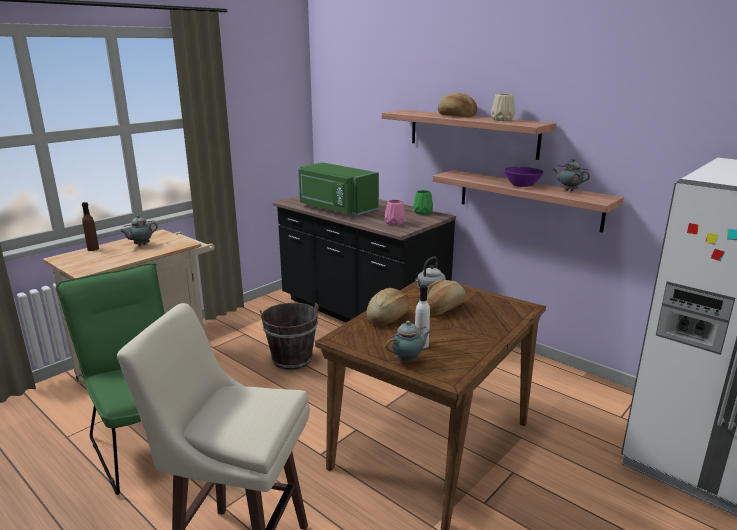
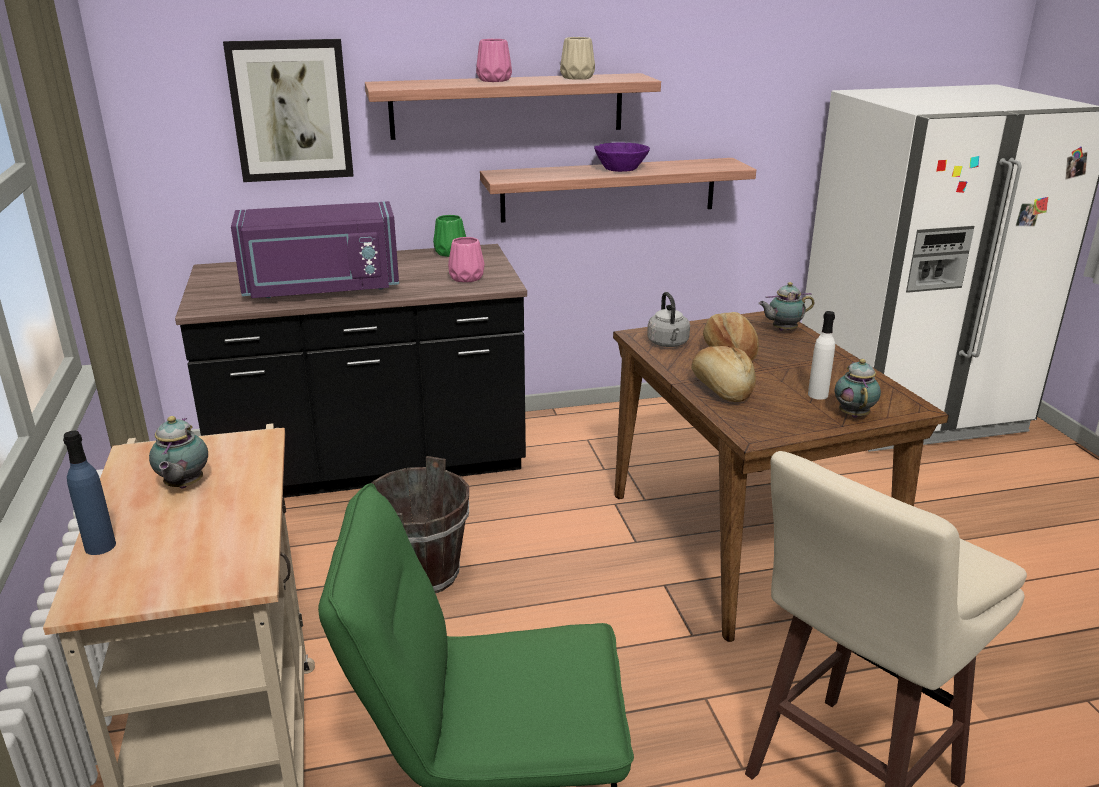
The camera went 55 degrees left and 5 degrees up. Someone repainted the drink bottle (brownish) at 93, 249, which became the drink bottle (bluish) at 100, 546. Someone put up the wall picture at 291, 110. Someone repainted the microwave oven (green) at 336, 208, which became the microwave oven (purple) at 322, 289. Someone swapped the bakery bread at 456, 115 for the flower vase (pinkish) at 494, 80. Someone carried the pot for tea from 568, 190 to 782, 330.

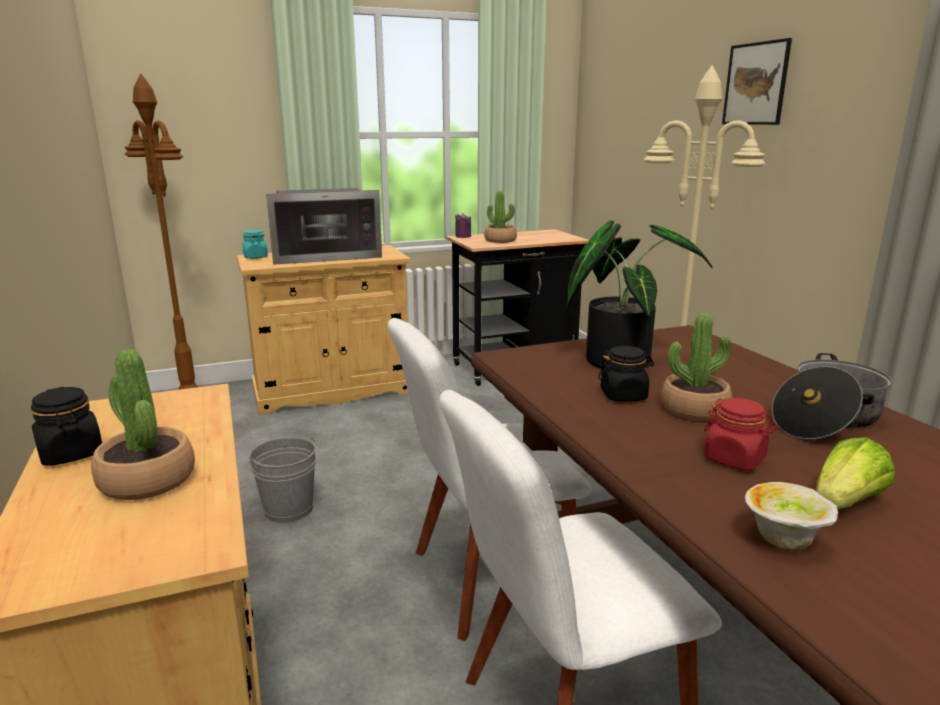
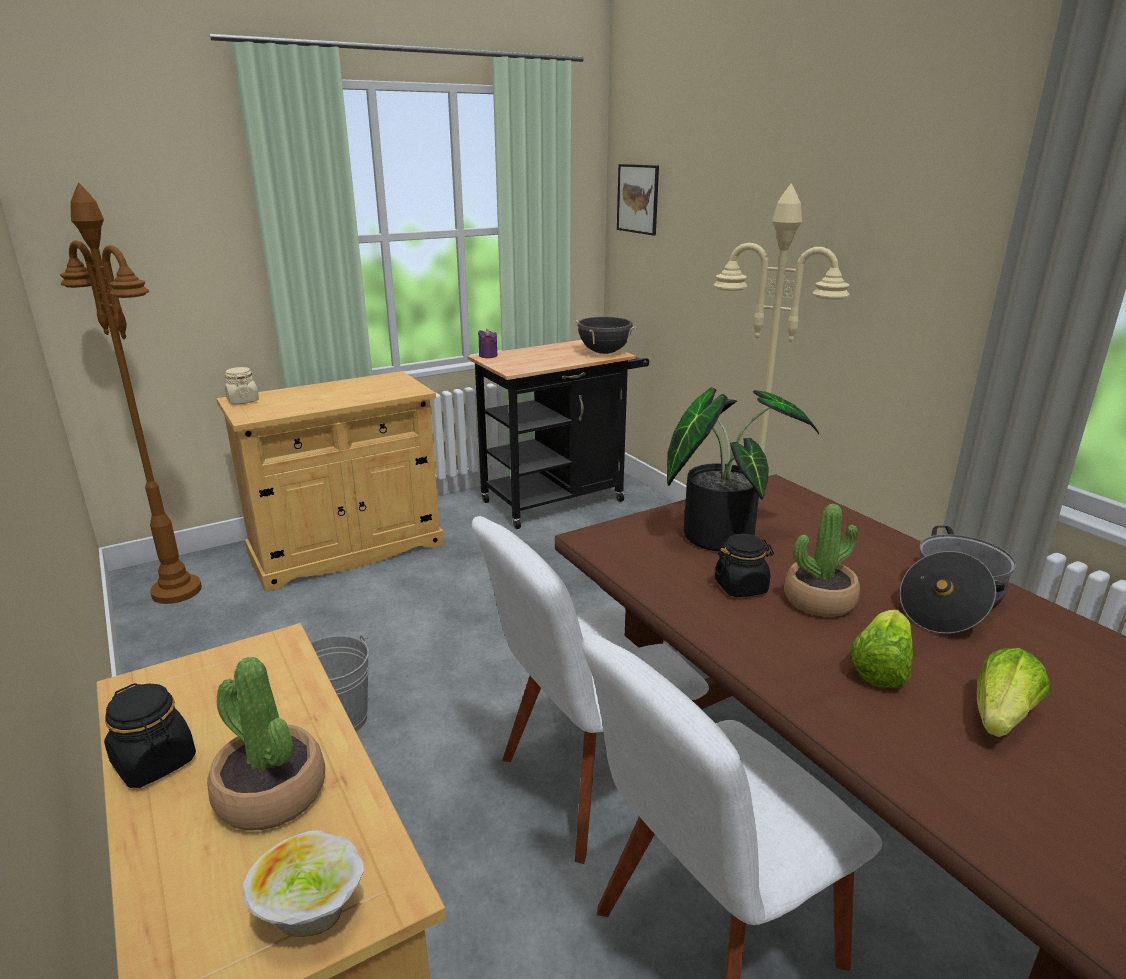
The camera went 10 degrees left and 5 degrees up. Someone repainted the jar (blue-green) at 255, 257, which became the jar (beige) at 243, 401. Someone carried the bowl from 784, 542 to 312, 917. Someone put down the saucepot (black) at 604, 352. Someone carried the wall picture from 756, 84 to 638, 199. Someone swapped the jar (red) at 735, 459 for the lettuce at 880, 667. Someone took away the microwave oven at 325, 255. Someone took away the plant in a pot at 500, 240.

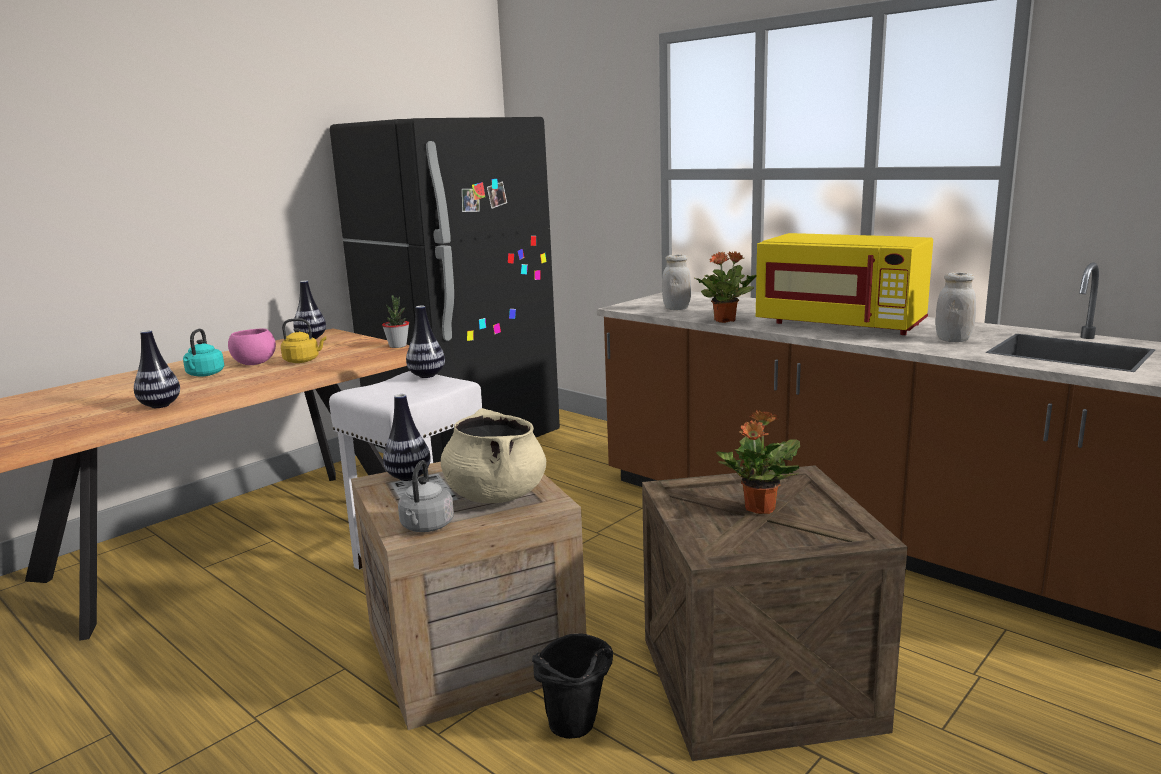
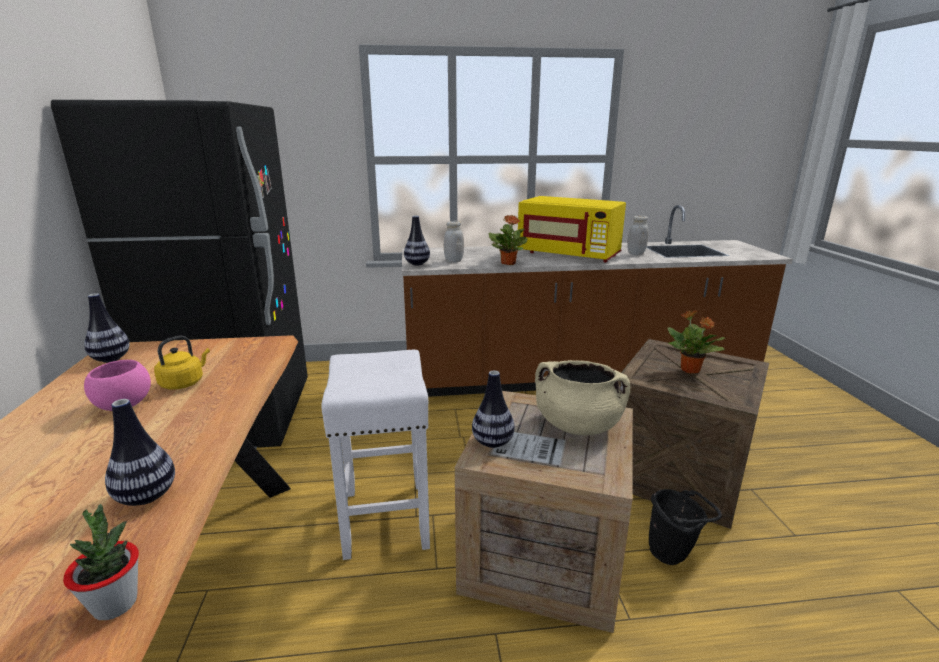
The camera went 50 degrees left and 5 degrees up. Someone carried the plant in a pot from 398, 346 to 115, 604. Someone carried the flower vase from 427, 375 to 417, 264. Someone rotated the microwave oven (yellow-coloured) at 841, 325 by 45 degrees clockwise. Someone took away the tea kettle (blue-green) at 204, 374. Someone took away the tea kettle (grey) at 426, 527.

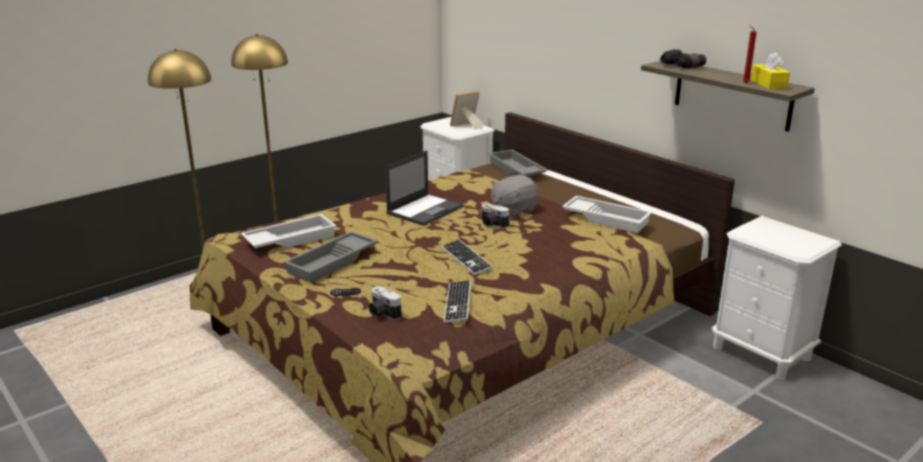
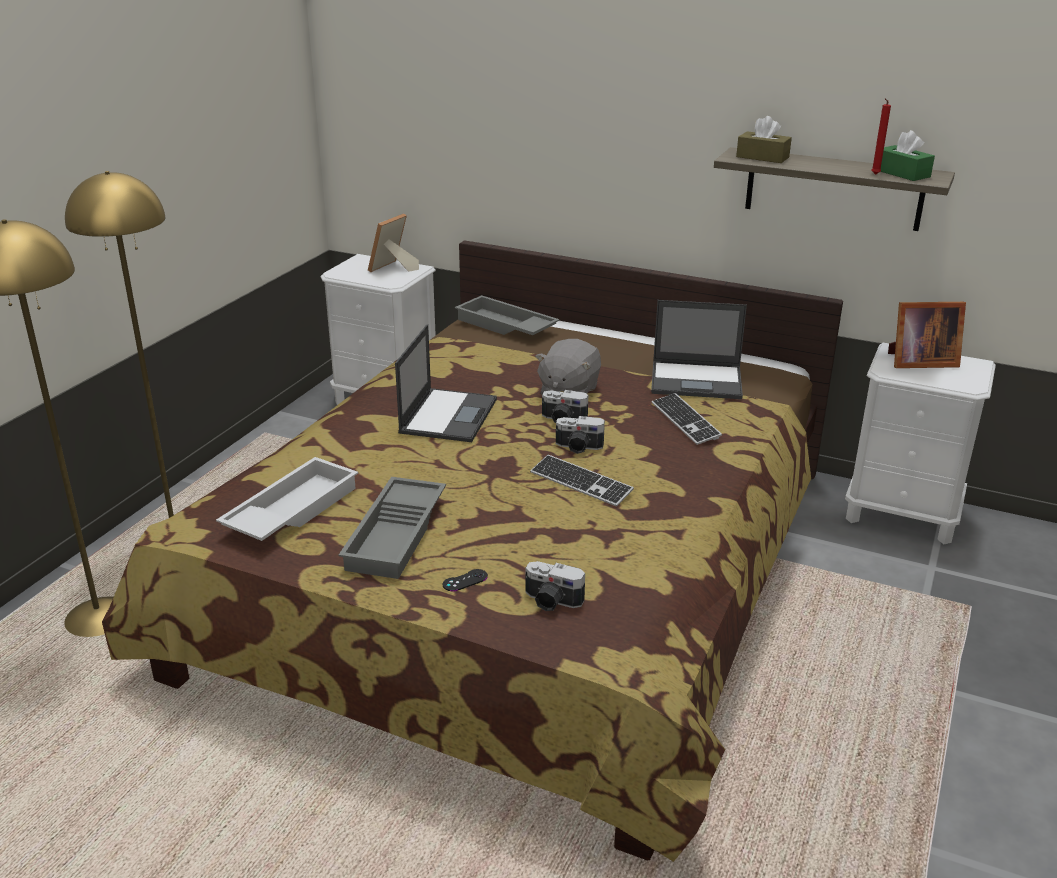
The camera went 25 degrees left and 5 degrees up. Someone put down the photo camera at 578, 447. Someone swapped the tray (white) at 607, 219 for the portable computer at 697, 380. Someone carried the keyboard from 458, 303 to 685, 421. Someone swapped the field glasses (black) at 679, 66 for the tissue holder (brownish) at 762, 157. Someone repainted the tissue holder (yellow-coloured) at 768, 84, which became the tissue holder (green) at 902, 173. Someone put down the standing frame at 918, 362.

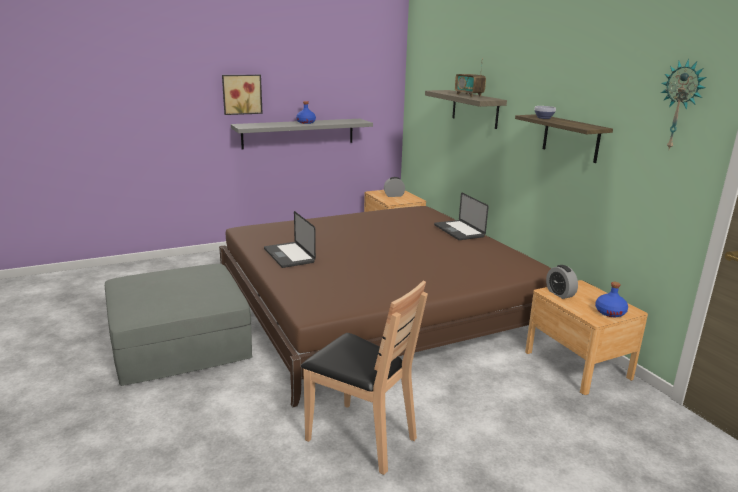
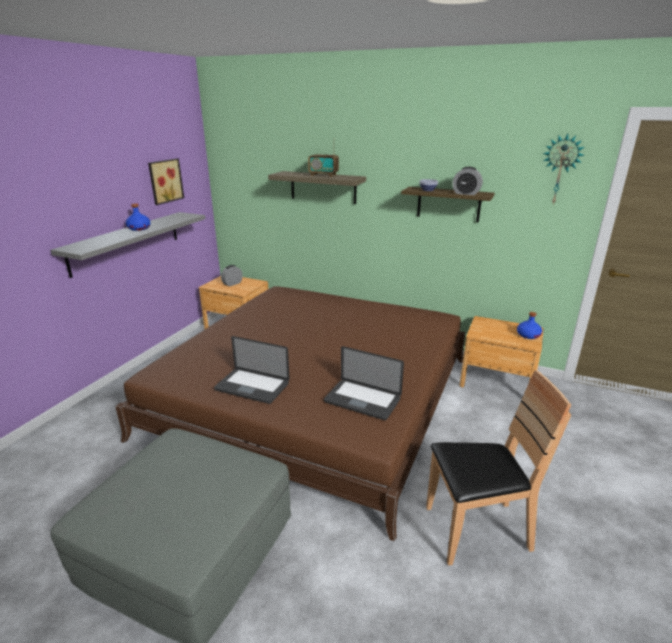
The camera went 40 degrees left and 5 degrees up. Someone carried the wall picture from 241, 94 to 164, 181. Someone carried the portable computer from 459, 231 to 362, 400. Someone carried the table clock from 560, 294 to 466, 193.

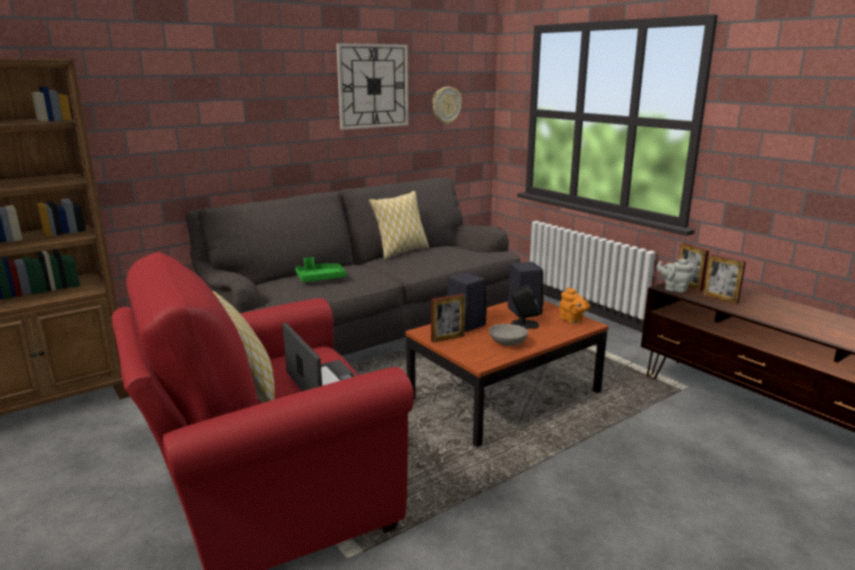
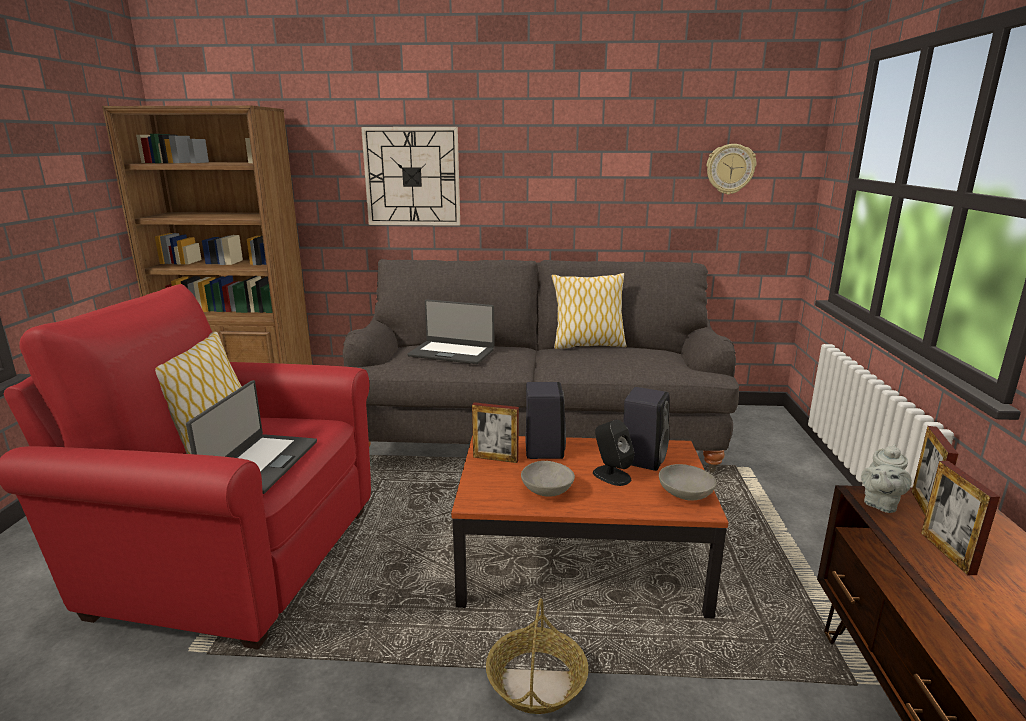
The camera went 40 degrees right and 0 degrees up. Someone carried the clock on the wall from 373, 86 to 412, 177. Someone swapped the tray (green) at 320, 278 for the portable computer at 452, 352. Someone put down the basket at 537, 681. Someone swapped the pot for tea (orange) at 572, 320 for the bowl (grey) at 685, 494. Someone rotated the pot for tea (grey) at 674, 289 by 120 degrees counterclockwise.

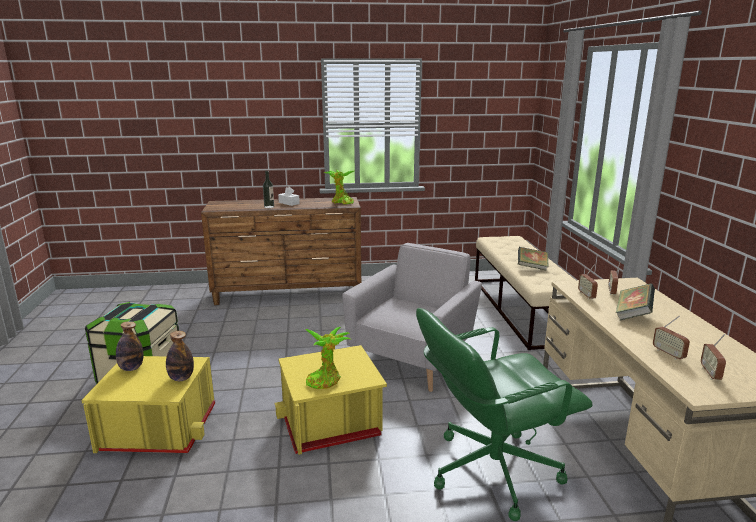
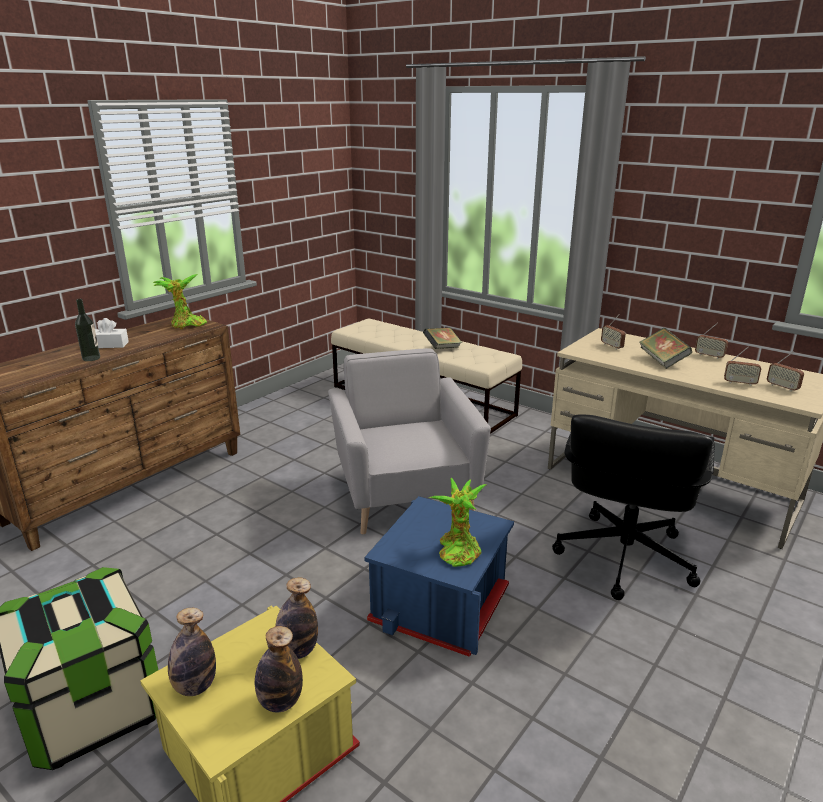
The camera went 45 degrees left and 5 degrees up. Someone put down the drink bottle at 280, 702. Someone repainted the storage box (yellow-coloured) at 331, 422, which became the storage box (bluish) at 442, 603. Someone repainted the desk chair (green) at 492, 470, which became the desk chair (black) at 622, 557. Someone carried the radio receiver from 586, 295 to 709, 356.

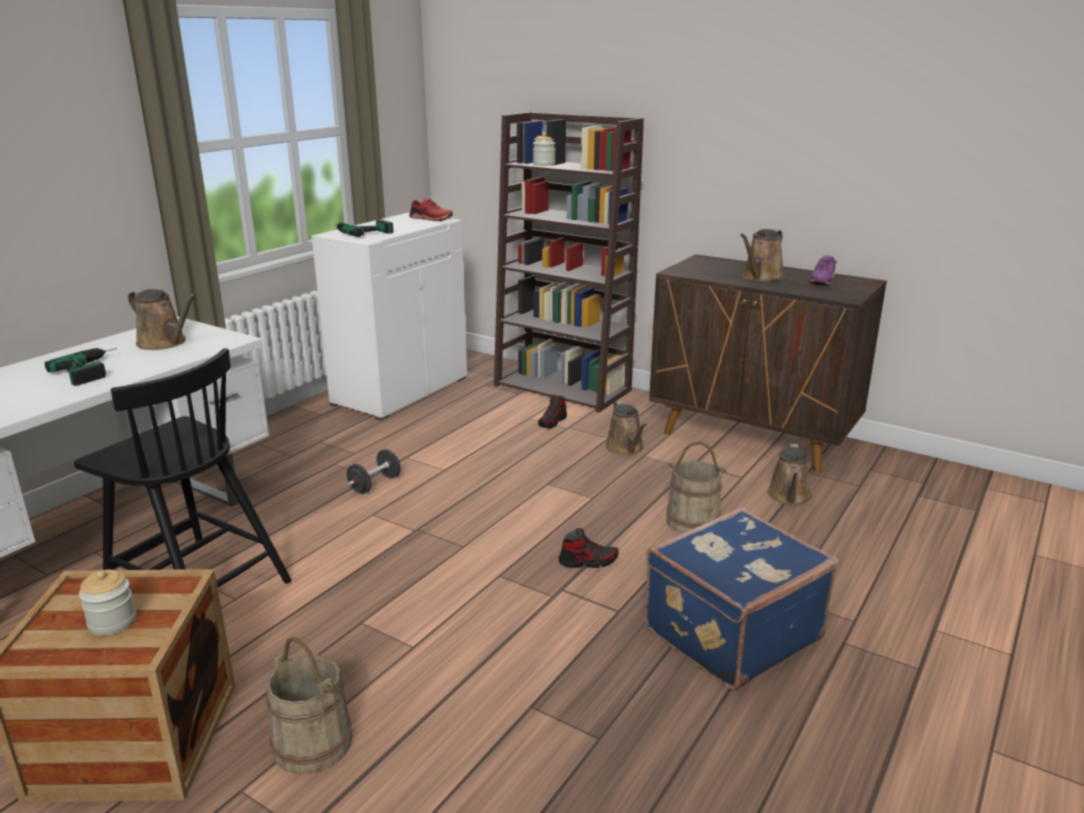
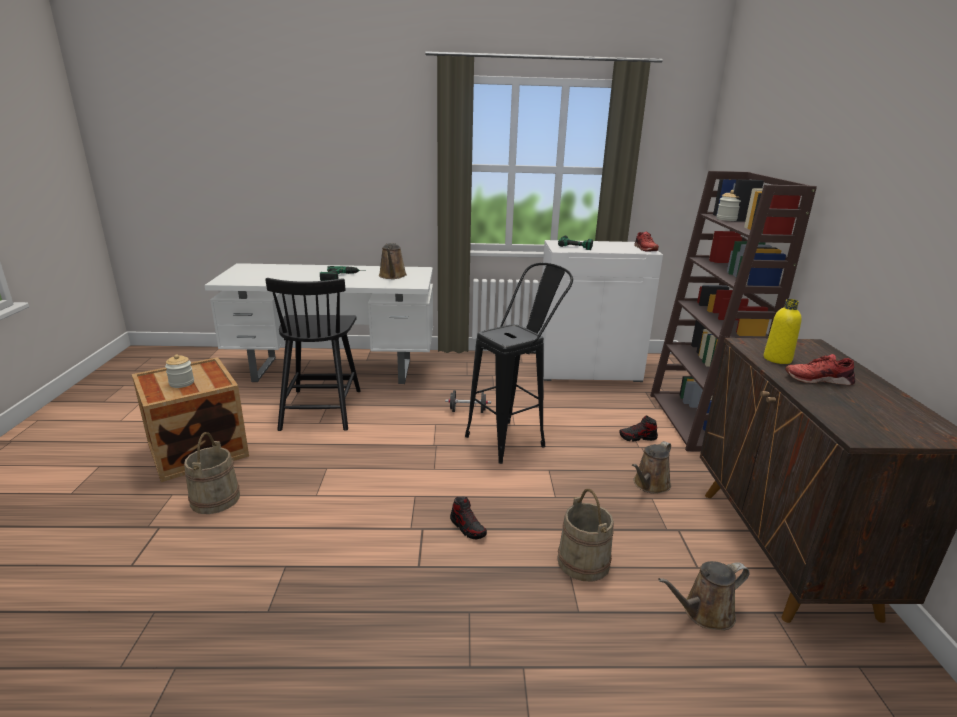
The camera went 55 degrees right and 0 degrees up. Someone put down the sitting stool (black) at 514, 438. Someone put down the drink bottle (yellow-coloured) at 777, 359. Someone swapped the watering pot (brownish) at 761, 277 for the shoe (red) at 818, 379. Someone took away the travel case (bluish) at 729, 632. Someone took away the shoe (purple) at 822, 280.

